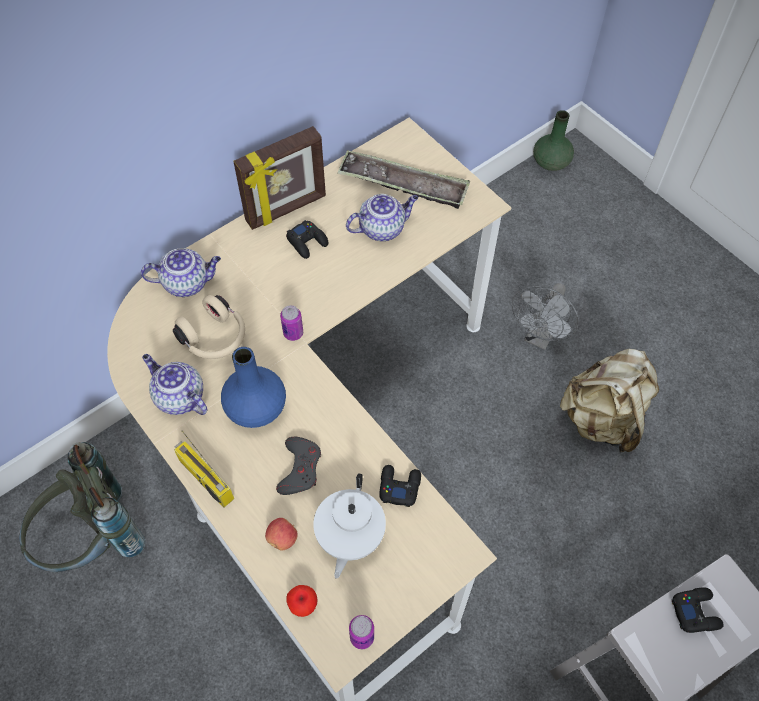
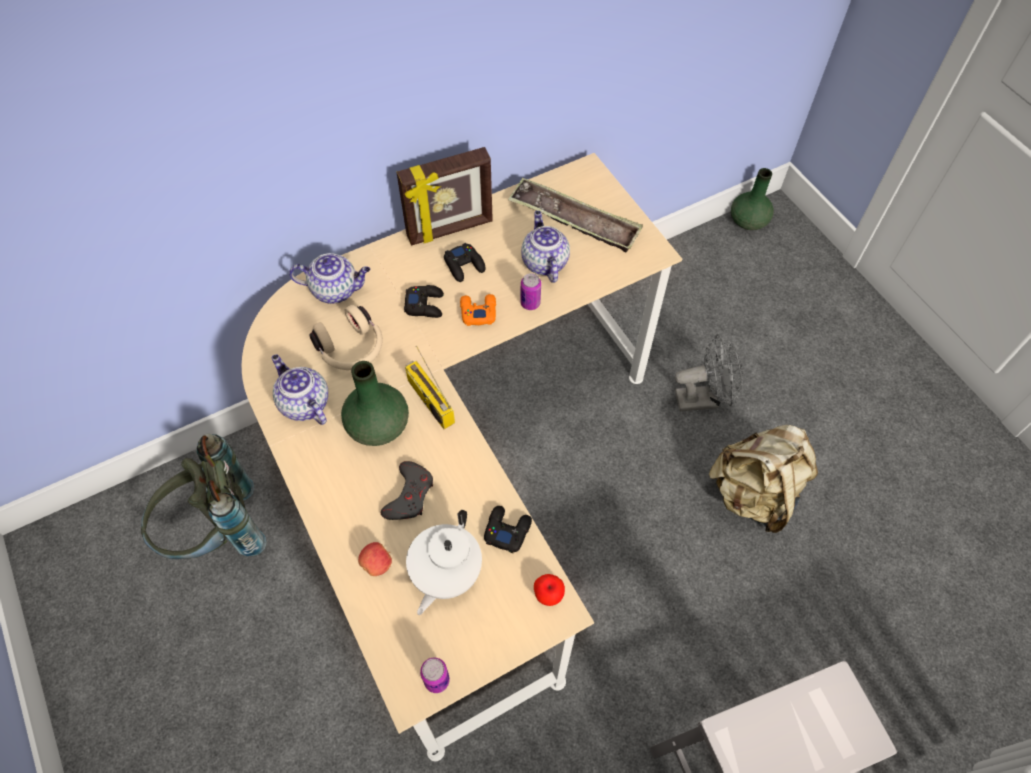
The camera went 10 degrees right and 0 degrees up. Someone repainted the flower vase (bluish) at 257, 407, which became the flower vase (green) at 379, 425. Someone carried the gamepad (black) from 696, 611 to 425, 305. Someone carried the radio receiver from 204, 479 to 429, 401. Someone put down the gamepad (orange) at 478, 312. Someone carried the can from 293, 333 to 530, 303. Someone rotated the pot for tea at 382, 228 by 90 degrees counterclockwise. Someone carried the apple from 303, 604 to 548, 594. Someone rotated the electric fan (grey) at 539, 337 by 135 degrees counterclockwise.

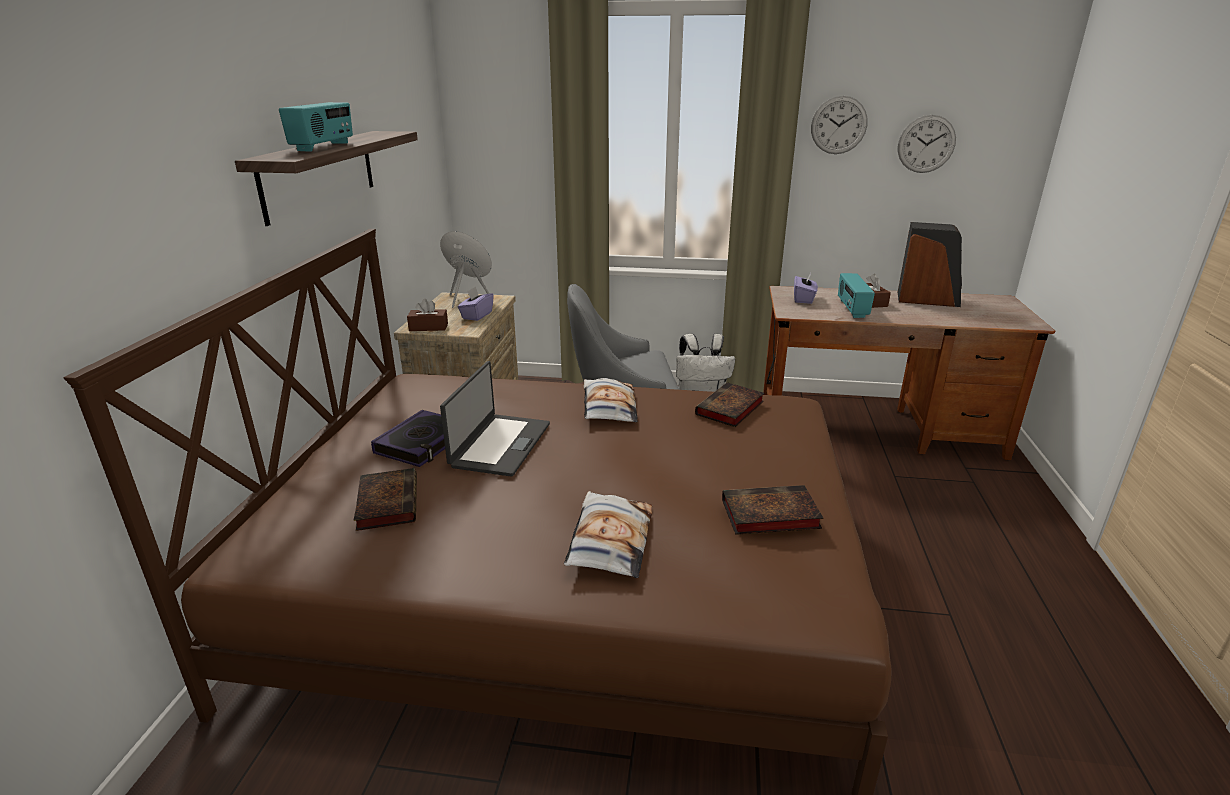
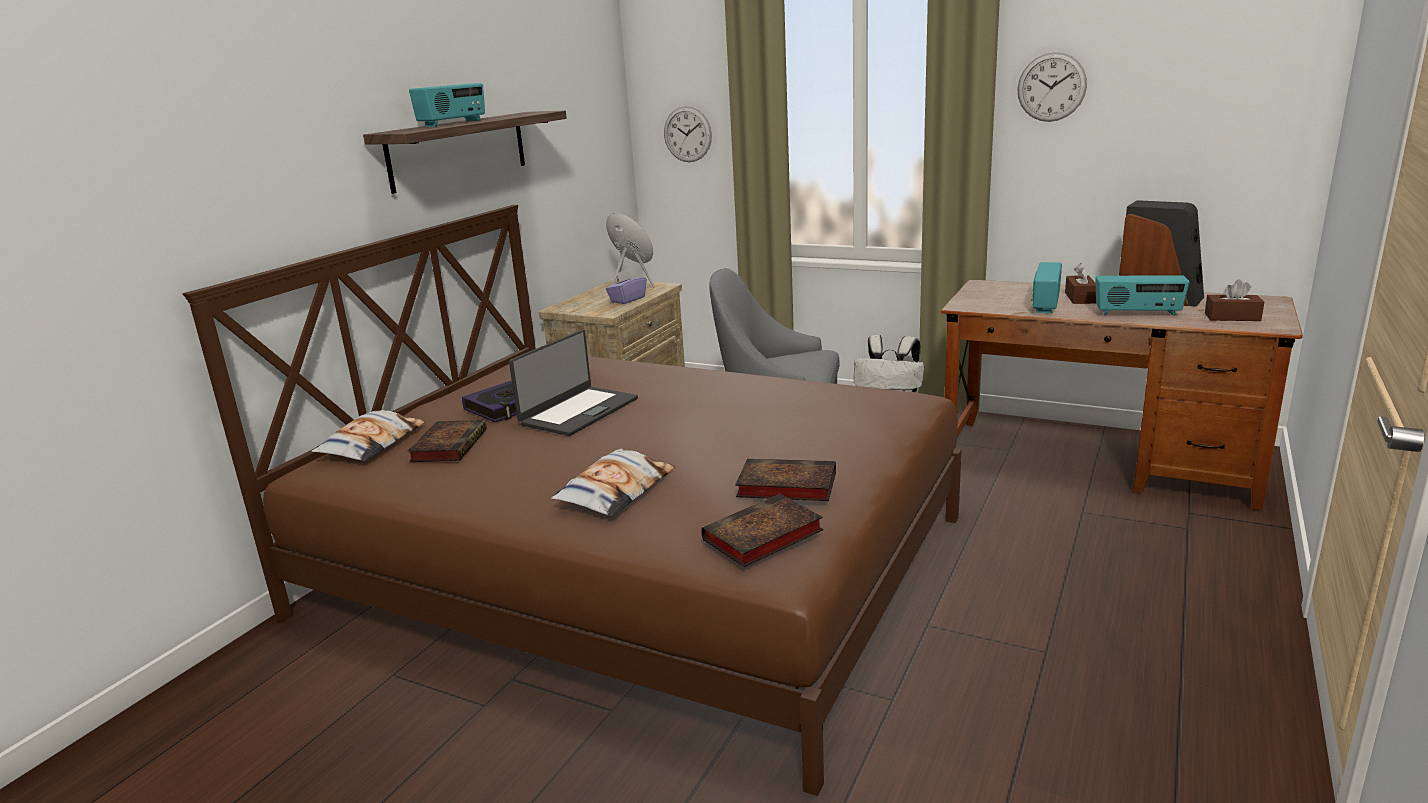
The camera went 20 degrees right and 5 degrees down. Someone carried the cushion from 608, 407 to 372, 444. Someone carried the clock on the wall from 926, 144 to 687, 134. Someone carried the bound book from 729, 409 to 761, 537. Someone put down the radio receiver at 1137, 313. Someone carried the tissue holder (brownish) from 428, 327 to 1232, 317. Someone took away the tissue holder (purple) at 803, 299.

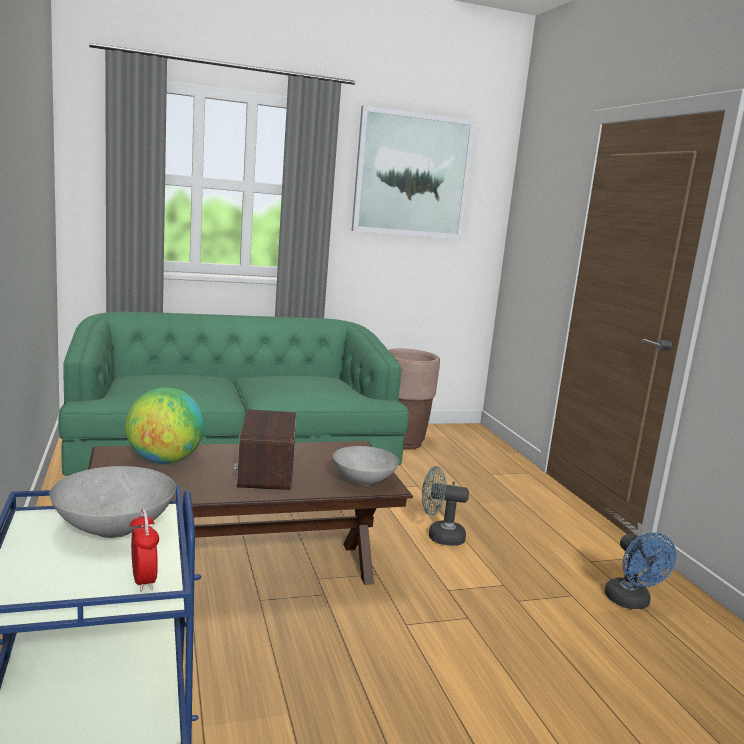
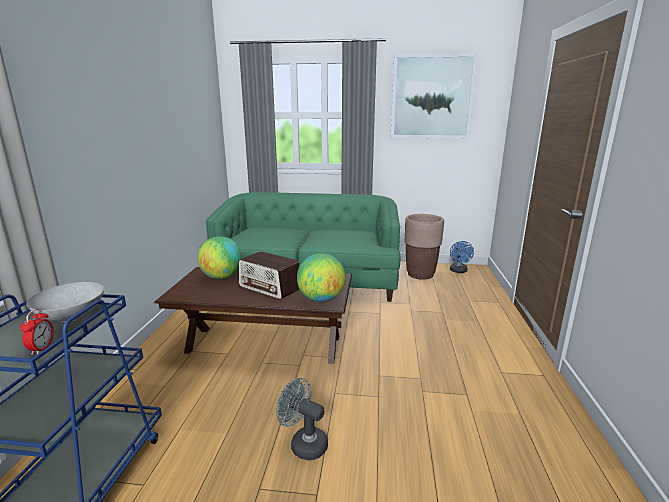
The camera went 25 degrees right and 5 degrees up. Someone rotated the radio receiver at 266, 470 by 75 degrees counterclockwise. Someone carried the electric fan (grey) from 439, 536 to 304, 443. Someone swapped the bowl (grey) at 364, 481 for the world globe at 321, 299. Someone carried the electric fan (bluish) from 631, 602 to 459, 271.

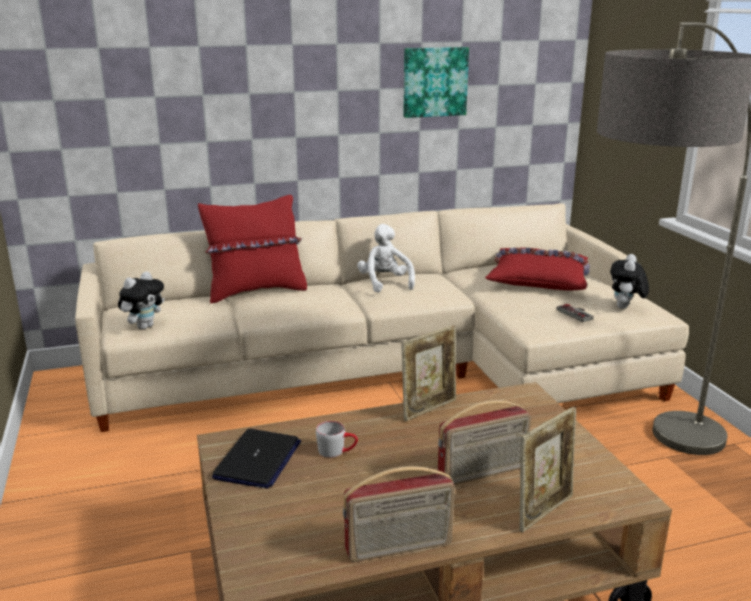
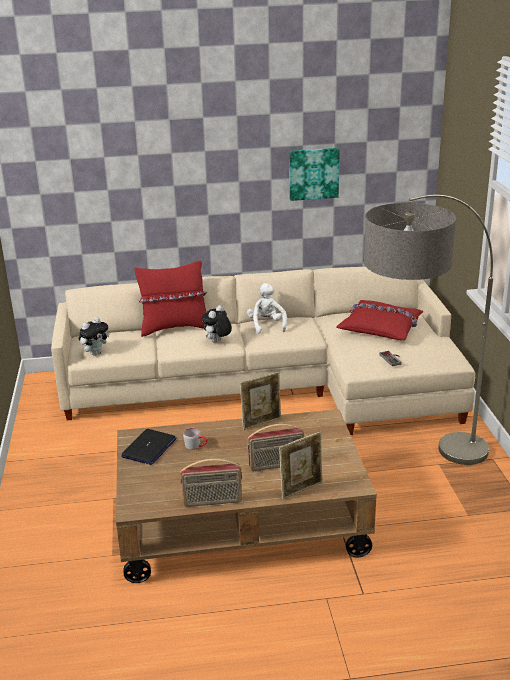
The camera went 10 degrees right and 5 degrees up. Someone carried the cuddly toy from 625, 308 to 217, 342.

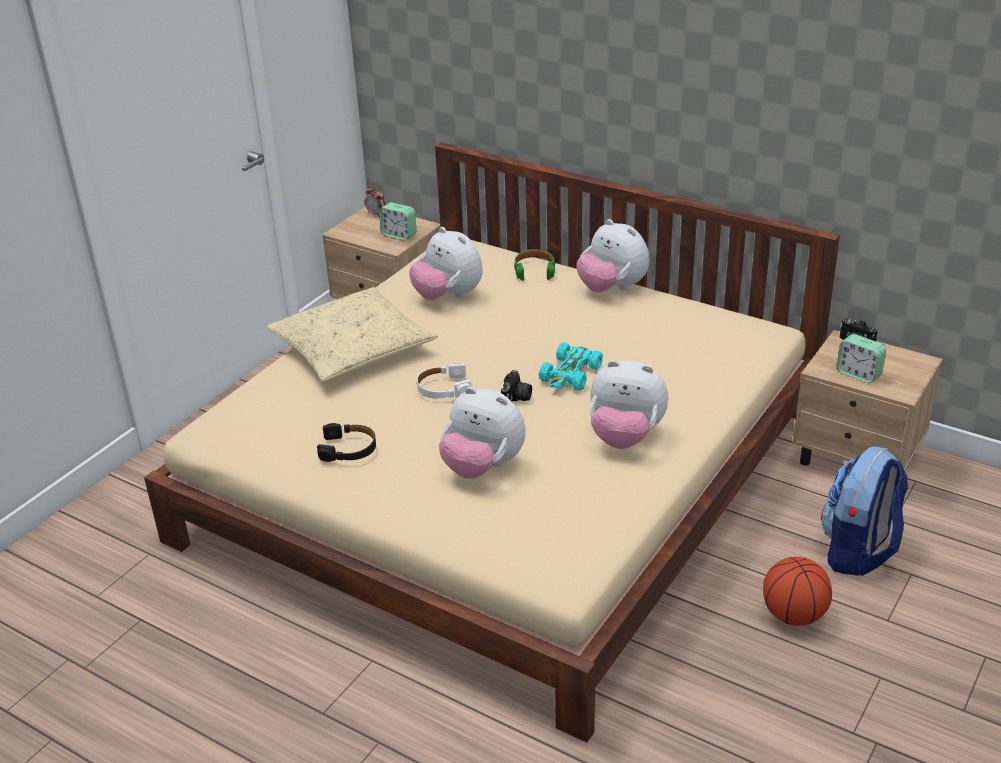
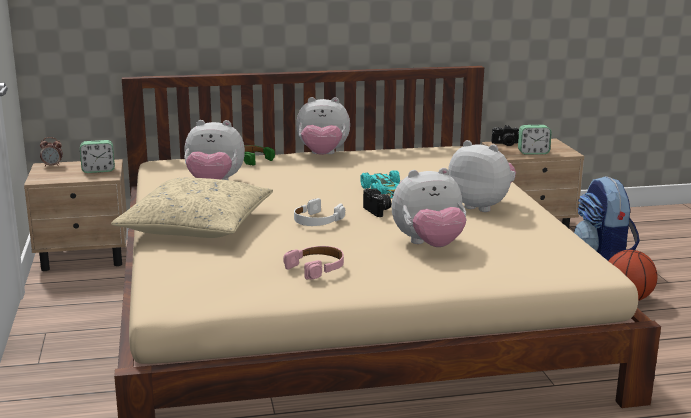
The camera went 45 degrees left and 15 degrees down. Someone repainted the headphones (black) at 348, 449, which became the headphones (pinkish) at 317, 268. Someone rotated the cuddly toy at 625, 437 by 120 degrees counterclockwise.

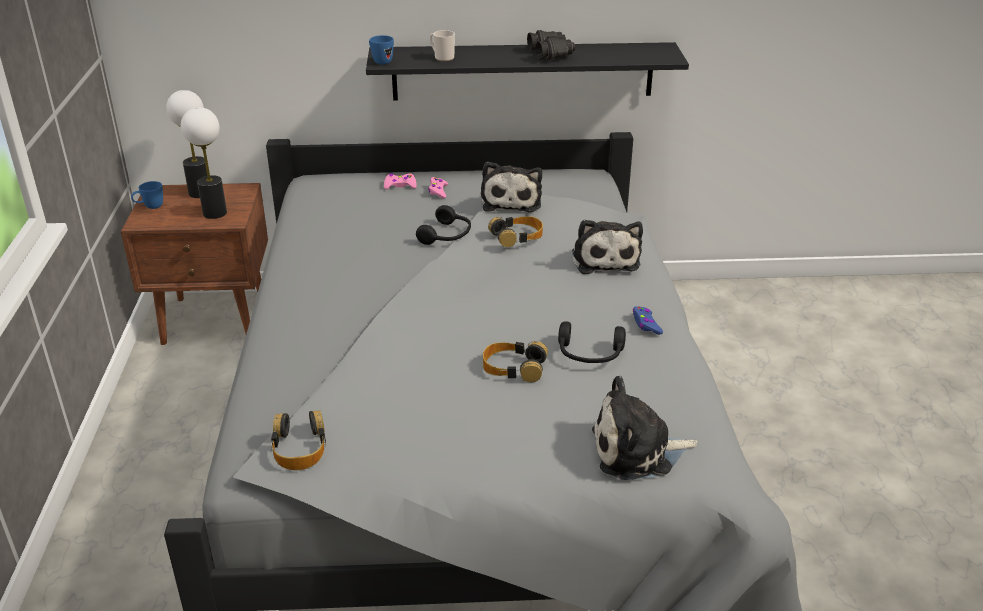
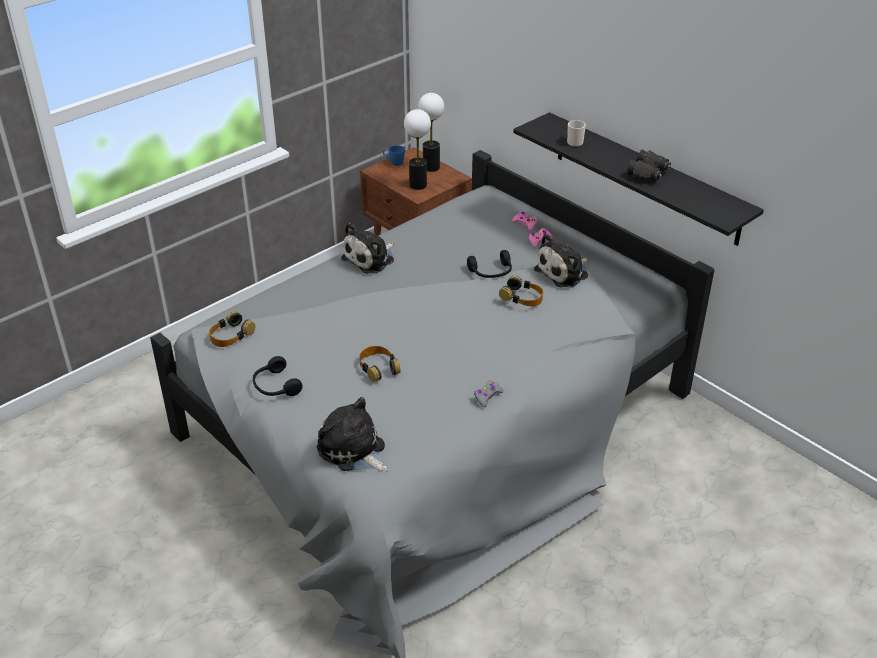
The camera went 50 degrees right and 5 degrees up. Someone carried the headphones (black) from 589, 355 to 275, 386. Someone carried the cuddly toy from 604, 259 to 371, 259. Someone repainted the gamepad (bluish) at 646, 324, which became the gamepad (grey) at 487, 396. Someone took away the mug (bluish) at 380, 61.

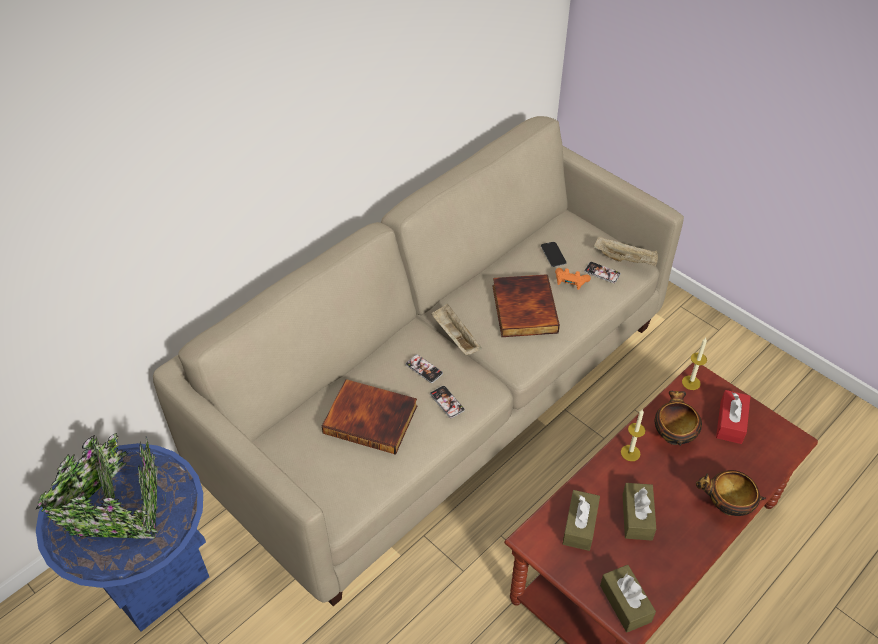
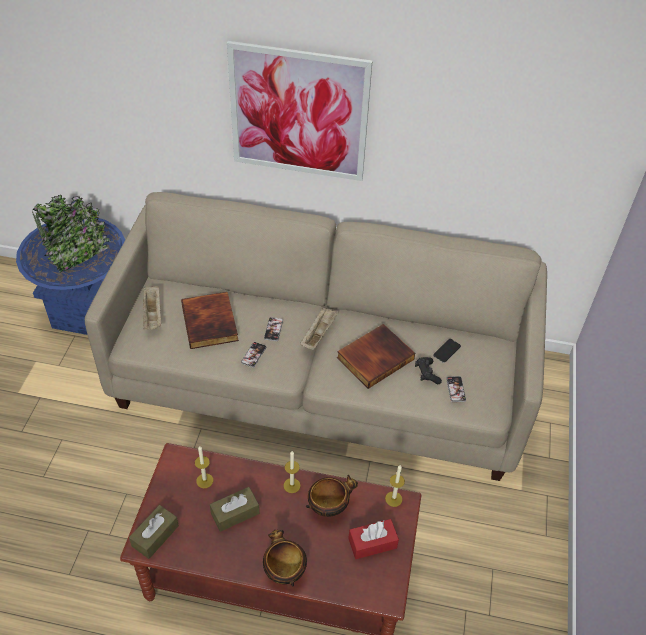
The camera went 55 degrees right and 0 degrees up. Someone carried the tray (beige) from 625, 259 to 153, 315. Someone swapped the tissue holder (brownish) at 580, 525 for the wax light at 204, 480. Someone put up the wall picture at 298, 113. Someone repainted the gamepad (orange) at 570, 282, which became the gamepad (black) at 426, 374.

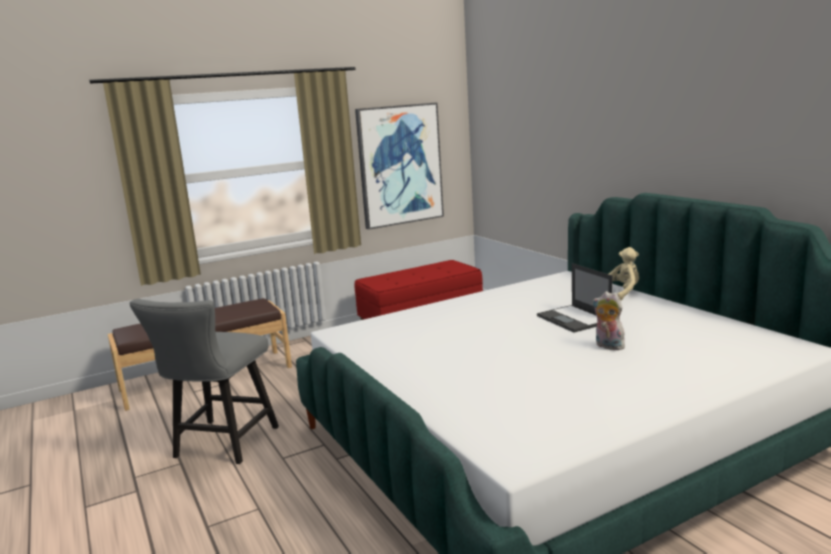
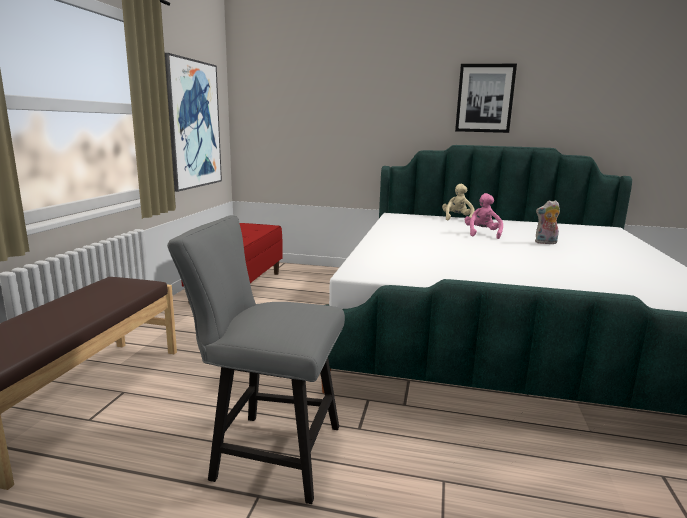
The camera went 50 degrees left and 0 degrees up. Someone rotated the plain chair (grey) at 221, 445 by 135 degrees clockwise. Someone put up the wall picture at 485, 98. Someone swapped the portable computer at 574, 319 for the cuddly toy (pinkish) at 482, 234.

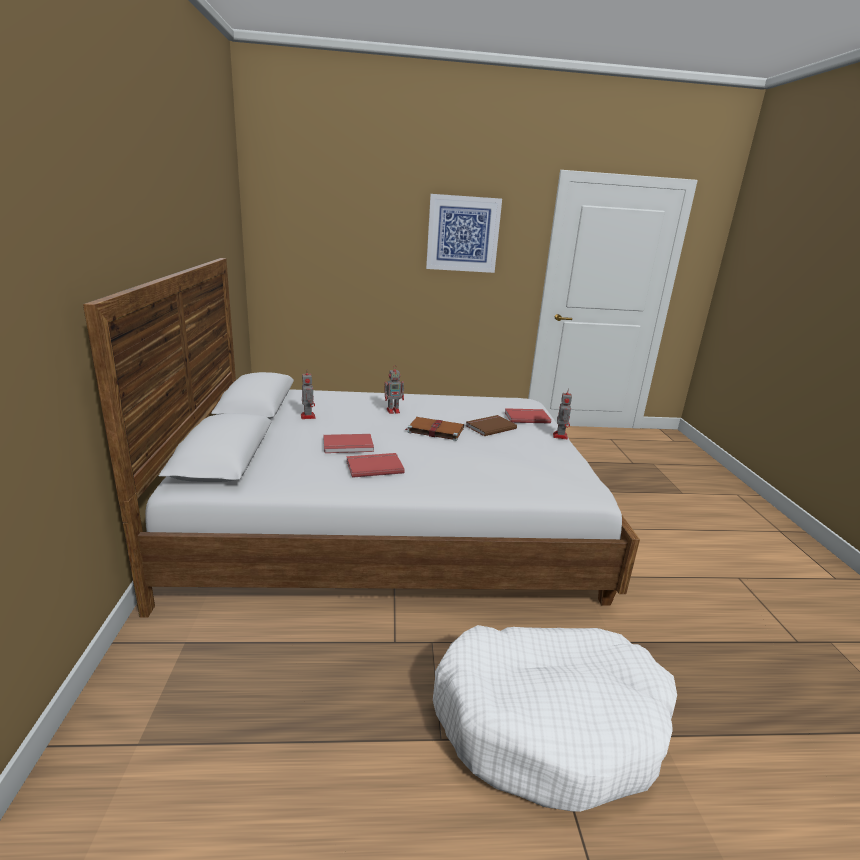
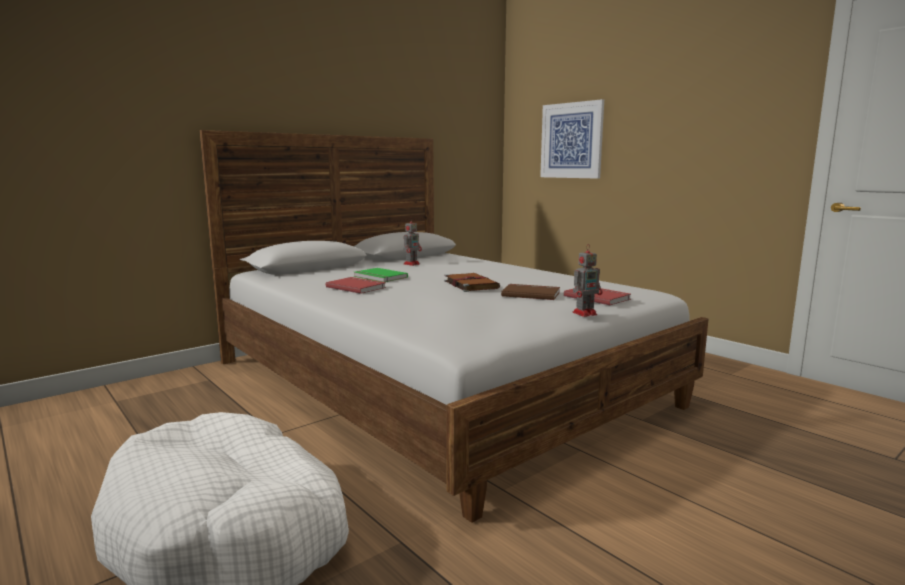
The camera went 55 degrees right and 10 degrees down. Someone repainted the bound book (red) at 348, 446, which became the bound book (green) at 379, 277. Someone carried the wall picture from 463, 234 to 571, 140. Someone took away the robot figure at 394, 411.

